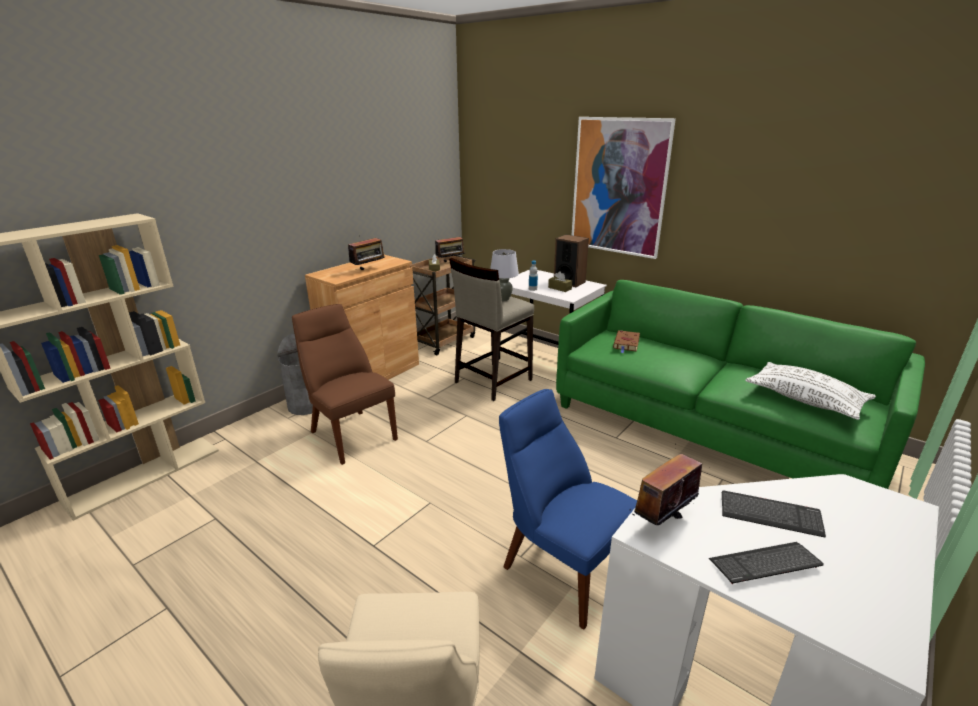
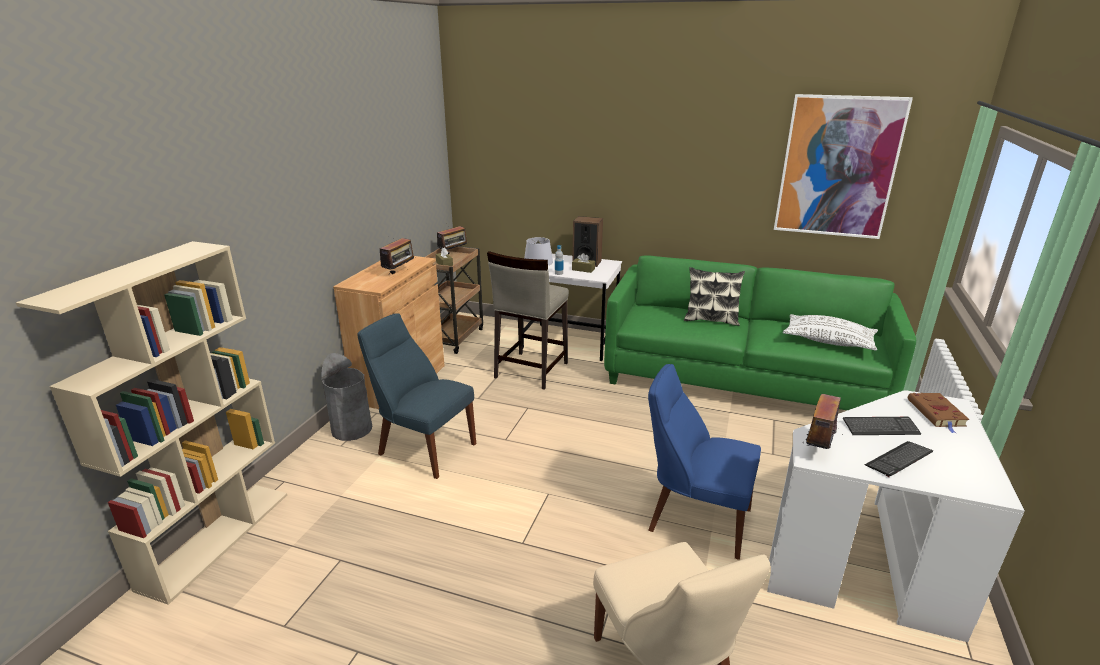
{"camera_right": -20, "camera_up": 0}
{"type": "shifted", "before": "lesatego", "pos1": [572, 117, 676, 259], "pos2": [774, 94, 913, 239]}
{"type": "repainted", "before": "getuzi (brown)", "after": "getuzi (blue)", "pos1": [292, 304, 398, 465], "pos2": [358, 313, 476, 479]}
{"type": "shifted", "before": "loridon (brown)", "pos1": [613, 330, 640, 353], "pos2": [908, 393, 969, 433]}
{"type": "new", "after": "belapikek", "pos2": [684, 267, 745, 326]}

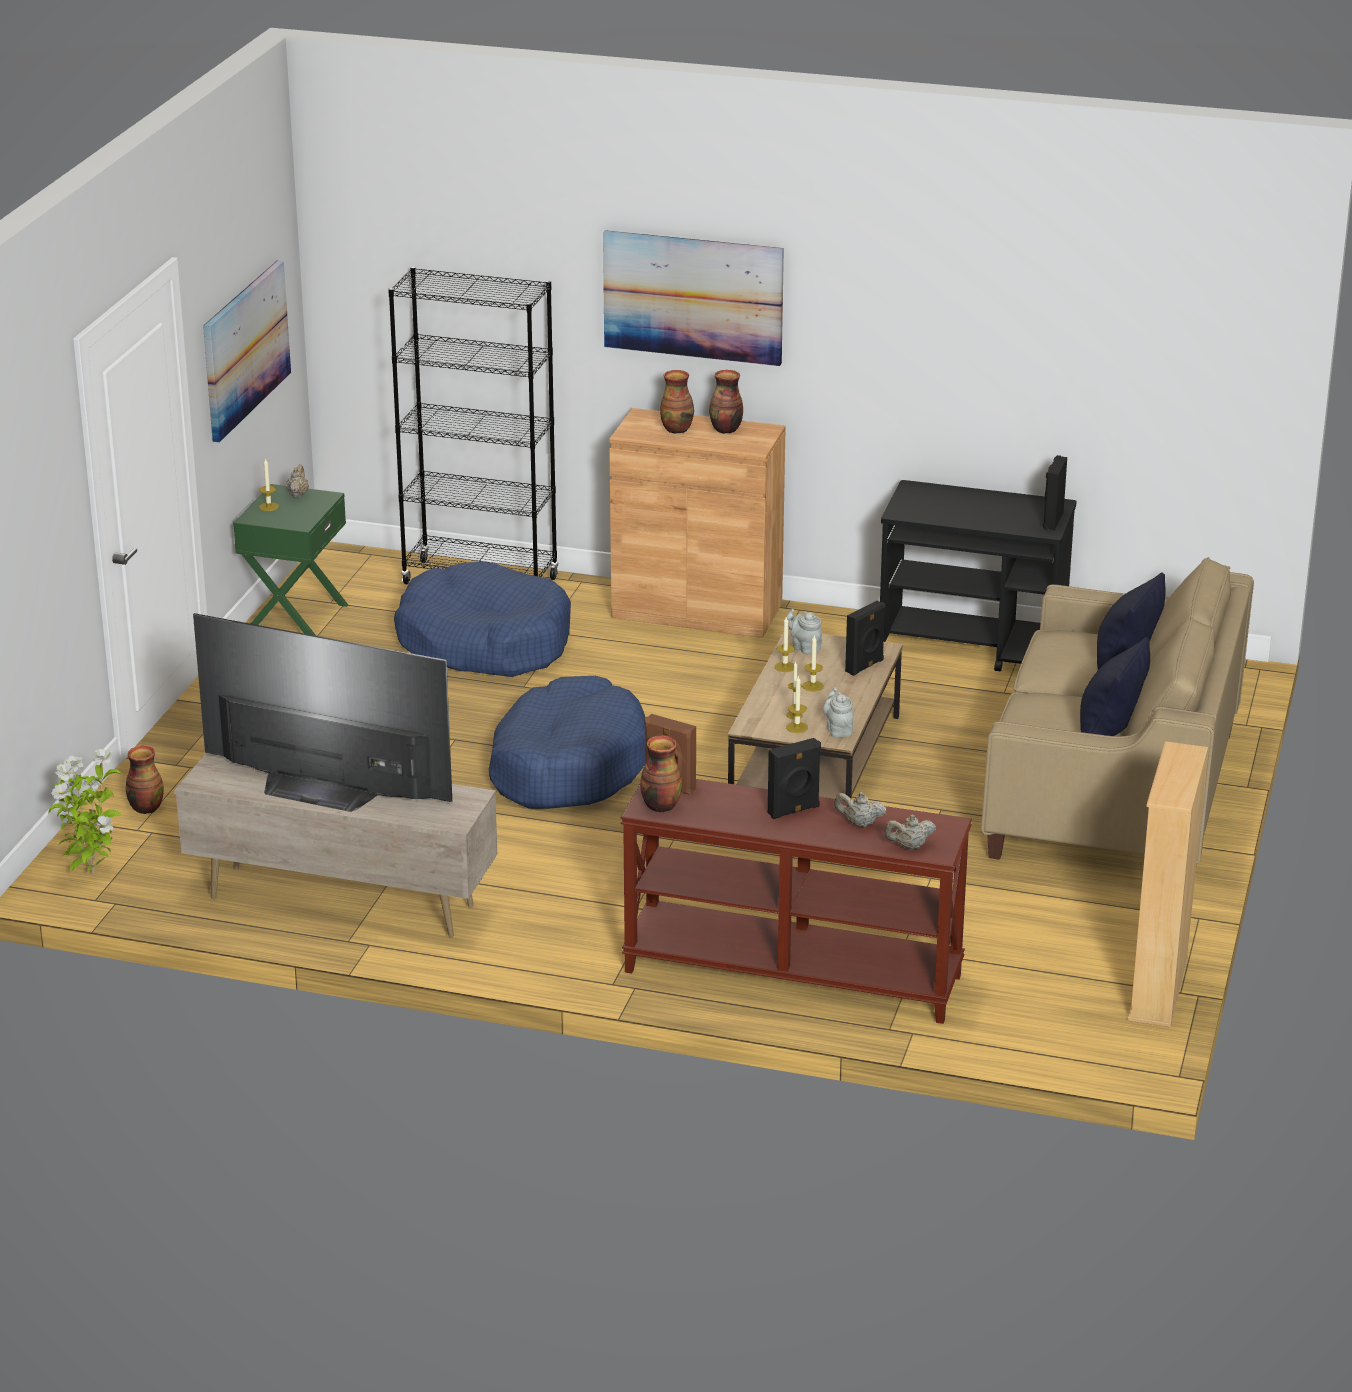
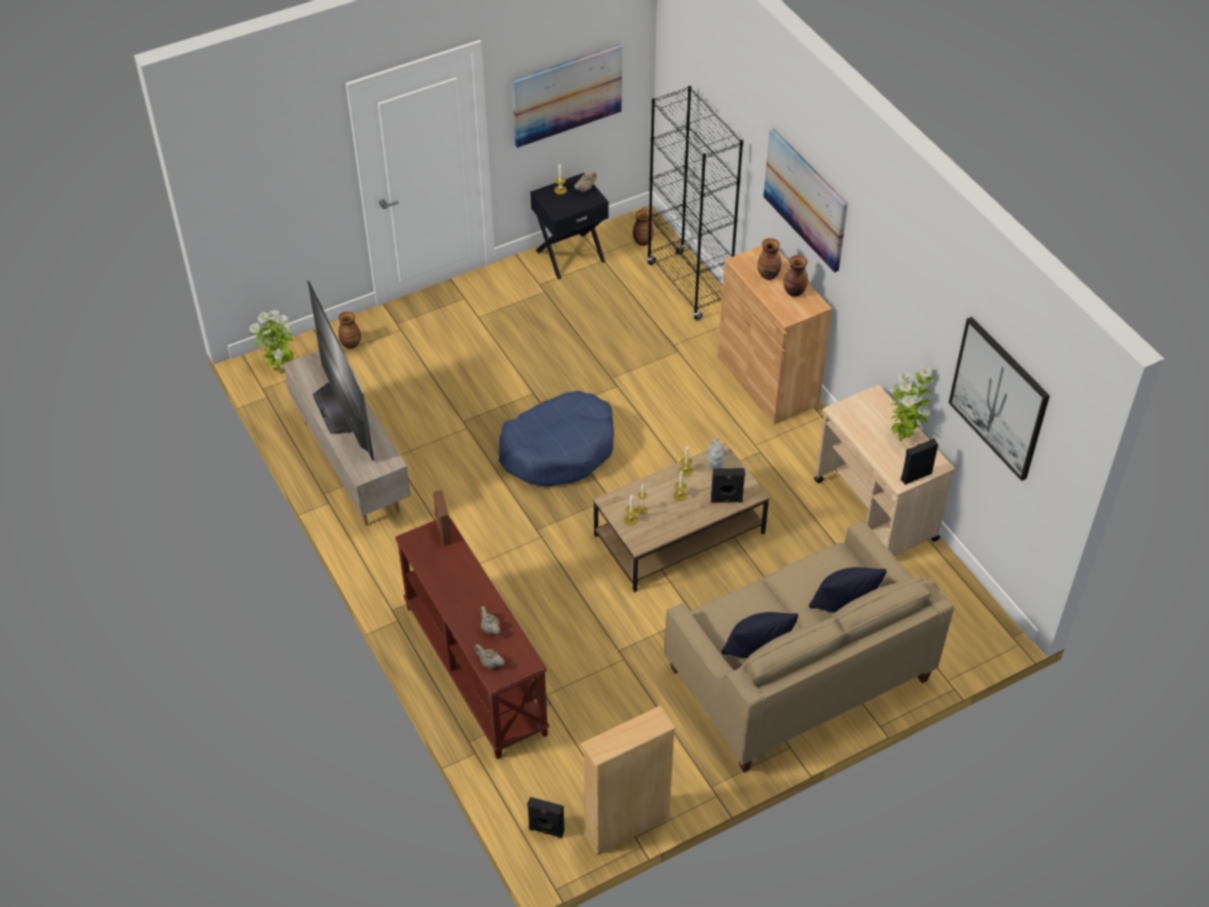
{"camera_right": 45, "camera_up": 20}
{"type": "repainted", "before": "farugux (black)", "after": "farugux (beige)", "pos1": [880, 480, 1077, 672], "pos2": [814, 385, 955, 556]}
{"type": "repainted", "before": "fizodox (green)", "after": "fizodox (black)", "pos1": [233, 484, 348, 636], "pos2": [530, 173, 609, 279]}
{"type": "gone", "before": "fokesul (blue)", "pos1": [394, 561, 571, 677]}
{"type": "gone", "before": "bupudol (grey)", "pos1": [823, 687, 854, 737]}
{"type": "shifted", "before": "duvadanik", "pos1": [640, 736, 682, 812], "pos2": [633, 209, 654, 246]}
{"type": "shifted", "before": "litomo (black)", "pos1": [768, 738, 821, 819], "pos2": [527, 797, 564, 838]}
{"type": "new", "after": "lesatego", "pos2": [949, 317, 1050, 481]}
{"type": "new", "after": "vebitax", "pos2": [889, 366, 936, 442]}

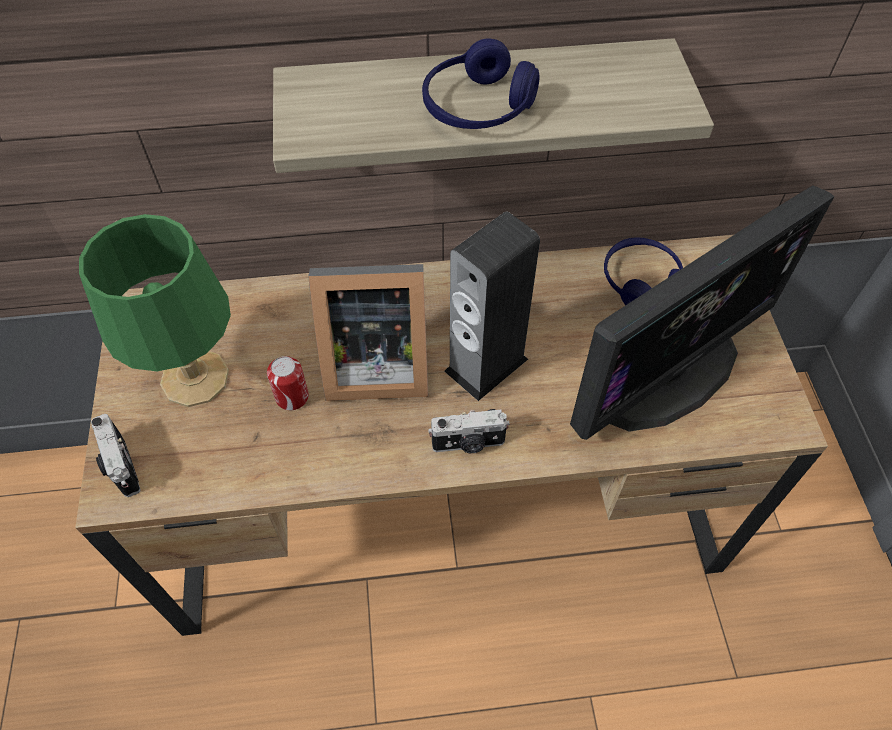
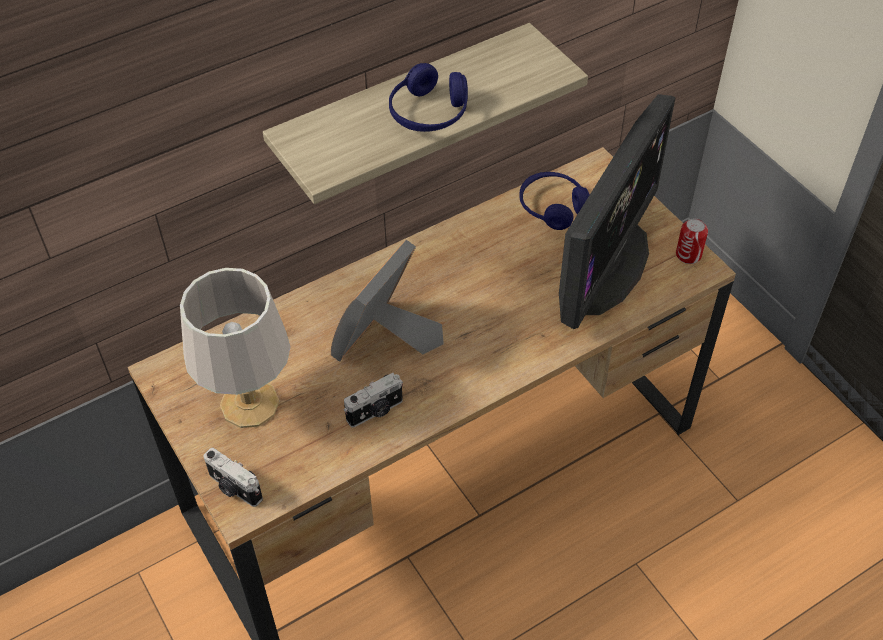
{"camera_right": -25, "camera_up": -5}
{"type": "gone", "before": "litomo", "pos1": [444, 211, 540, 401]}
{"type": "repainted", "before": "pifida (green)", "after": "pifida (grey)", "pos1": [79, 214, 231, 407], "pos2": [180, 268, 291, 428]}
{"type": "rotated", "before": "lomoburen", "pos1": [308, 264, 428, 401], "pos2": [331, 240, 444, 362], "turn": 150}
{"type": "shifted", "before": "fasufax", "pos1": [267, 356, 309, 410], "pos2": [676, 218, 708, 264]}
{"type": "shifted", "before": "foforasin", "pos1": [428, 409, 510, 453], "pos2": [344, 373, 403, 427]}

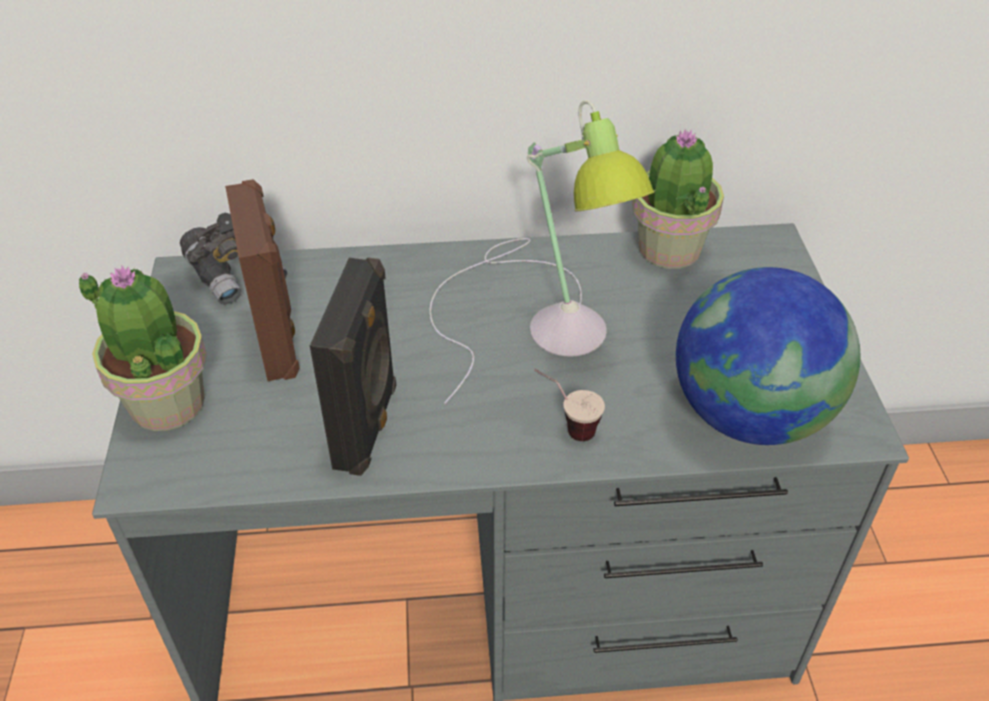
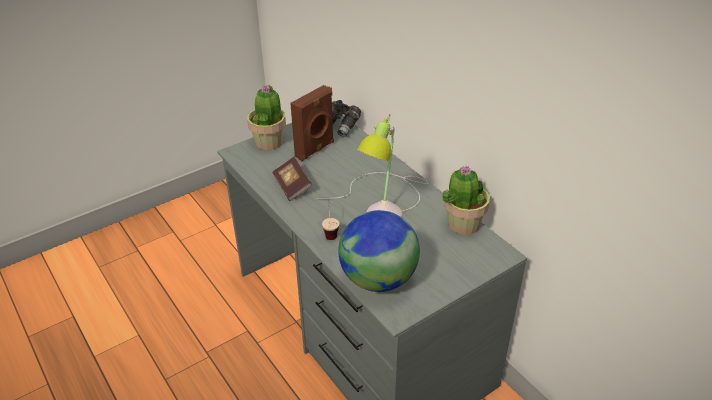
{"camera_right": 60, "camera_up": -5}
{"type": "swapped", "before": "litomo (black)", "after": "loridon", "pos1": [310, 257, 396, 476], "pos2": [272, 157, 312, 201]}

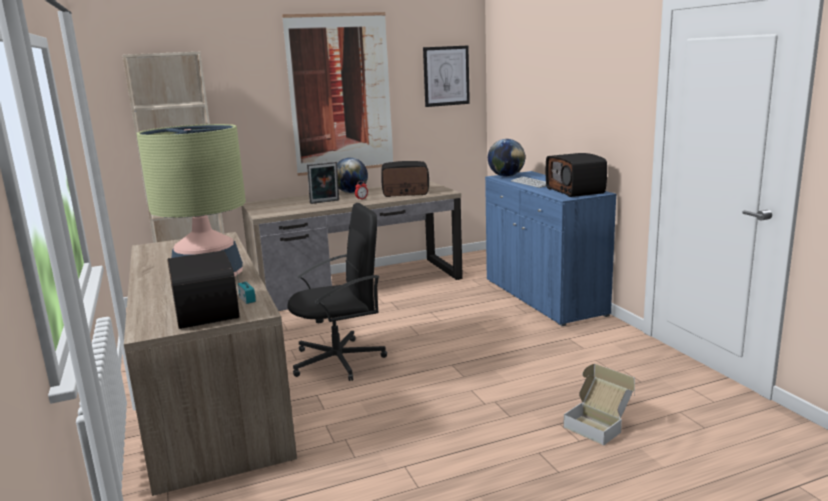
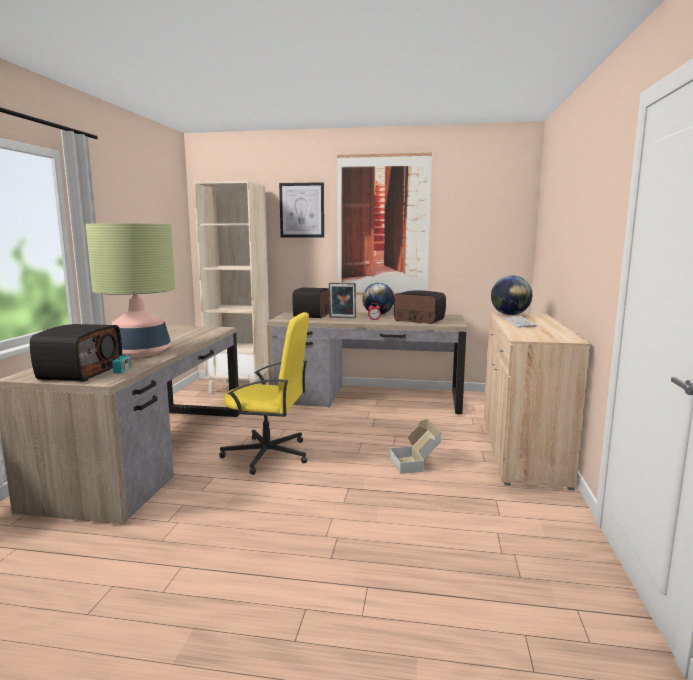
{"camera_right": 30, "camera_up": -5}
{"type": "shifted", "before": "lesatego", "pos1": [423, 46, 470, 107], "pos2": [279, 182, 324, 238]}
{"type": "shifted", "before": "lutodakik", "pos1": [546, 153, 607, 197], "pos2": [293, 288, 329, 318]}
{"type": "repainted", "before": "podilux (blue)", "after": "podilux (beige)", "pos1": [485, 171, 617, 326], "pos2": [484, 313, 590, 490]}
{"type": "repainted", "before": "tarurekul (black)", "after": "tarurekul (yellow)", "pos1": [287, 203, 387, 381], "pos2": [219, 312, 309, 475]}
{"type": "shifted", "before": "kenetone", "pos1": [563, 364, 635, 445], "pos2": [390, 419, 441, 474]}

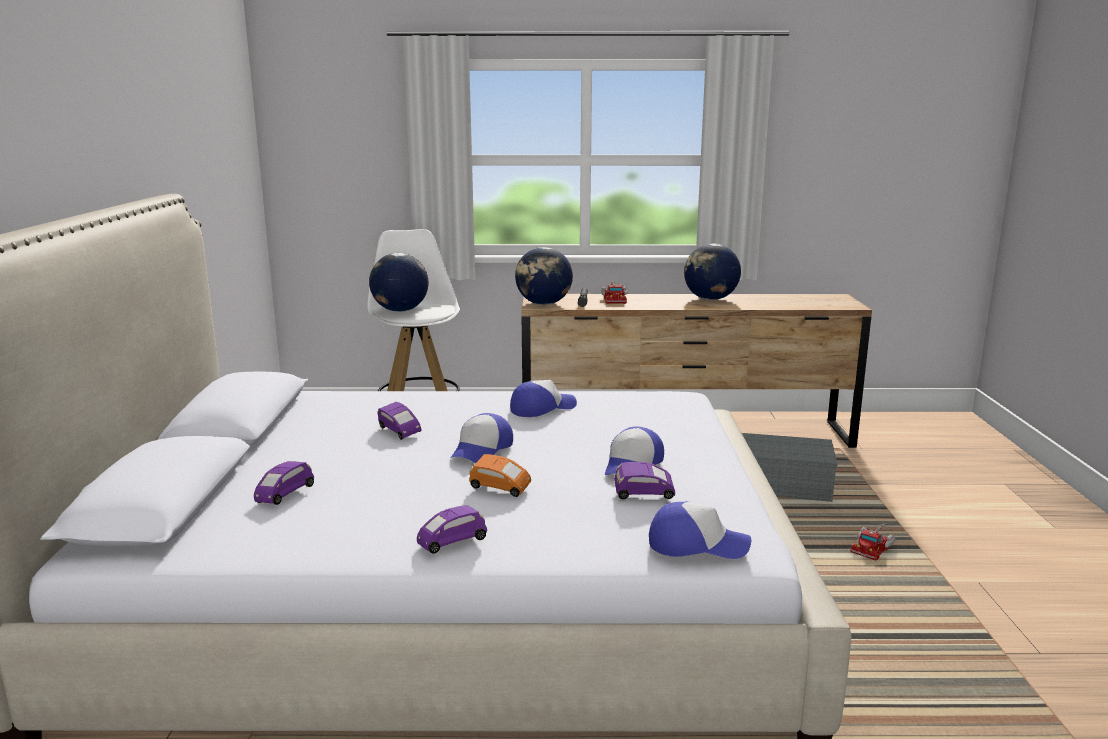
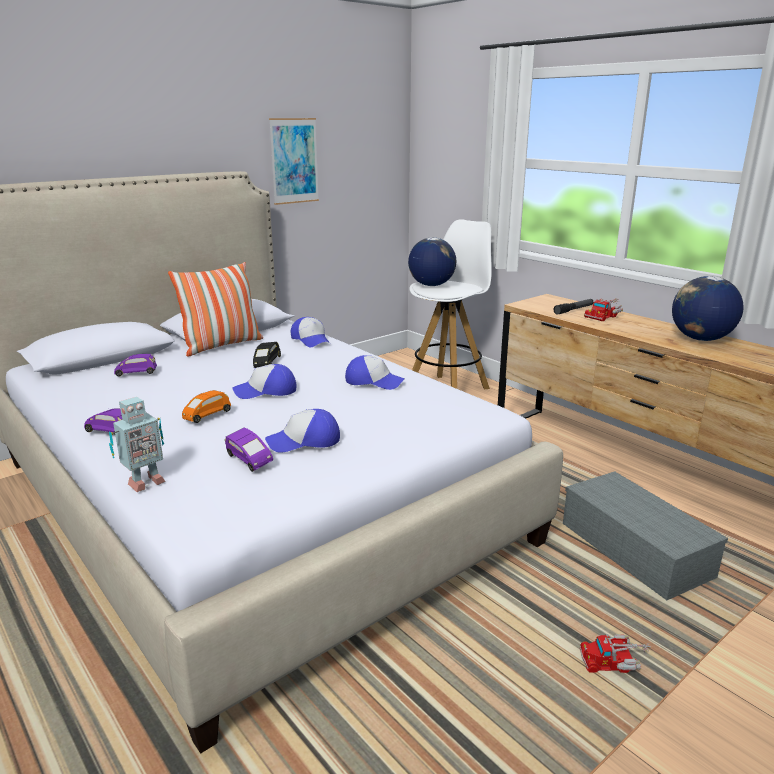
{"camera_right": 50, "camera_up": 5}
{"type": "gone", "before": "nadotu", "pos1": [515, 247, 573, 305]}
{"type": "repainted", "before": "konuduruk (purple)", "after": "konuduruk (black)", "pos1": [378, 402, 422, 440], "pos2": [253, 342, 281, 368]}
{"type": "rotated", "before": "konuduruk (orange)", "pos1": [469, 454, 531, 497], "pos2": [182, 390, 231, 423], "turn": 60}
{"type": "shifted", "before": "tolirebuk", "pos1": [649, 501, 751, 559], "pos2": [291, 317, 330, 347]}
{"type": "new", "after": "lesatego", "pos2": [269, 118, 319, 205]}
{"type": "new", "after": "belapikek", "pos2": [168, 262, 263, 357]}
{"type": "new", "after": "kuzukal", "pos2": [109, 397, 166, 492]}

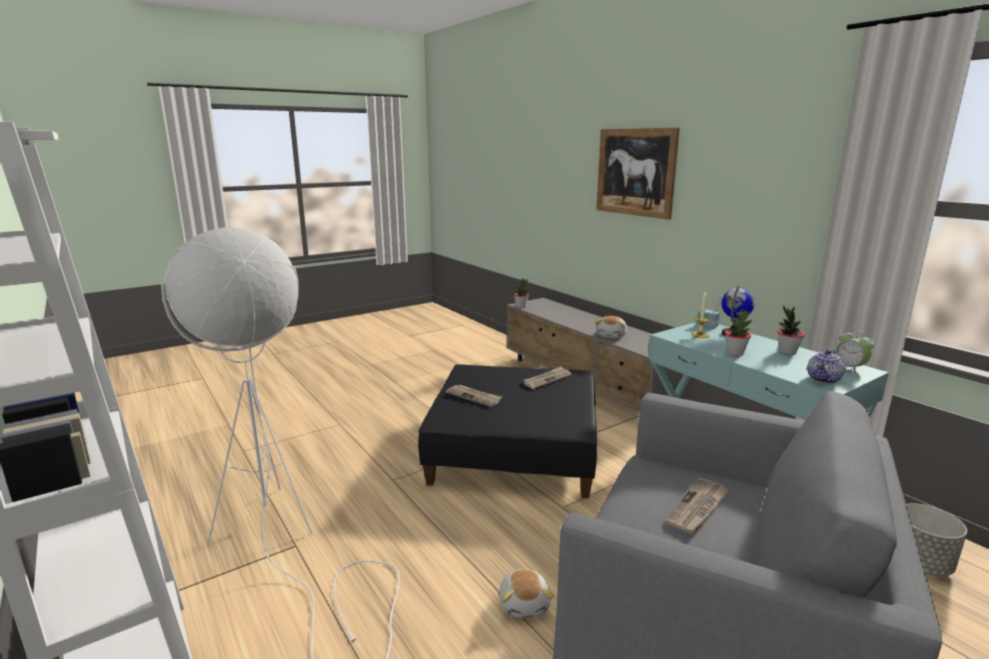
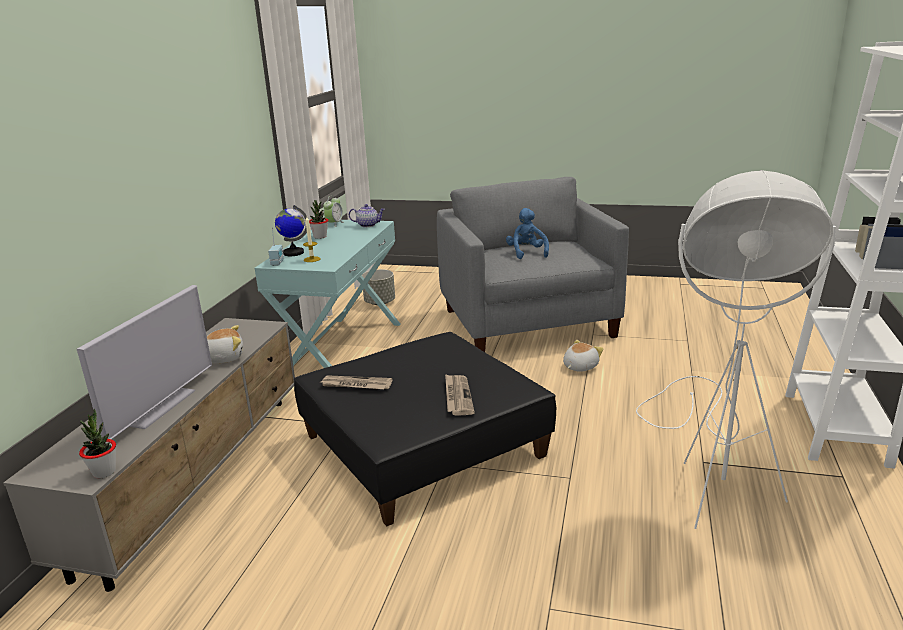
{"camera_right": -130, "camera_up": 5}
{"type": "gone", "before": "lesatego", "pos1": [596, 128, 680, 220]}
{"type": "gone", "before": "vebitax", "pos1": [725, 309, 752, 356]}
{"type": "swapped", "before": "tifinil", "after": "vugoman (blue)", "pos1": [665, 478, 729, 534], "pos2": [506, 208, 549, 259]}
{"type": "new", "after": "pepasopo", "pos2": [77, 285, 212, 439]}

